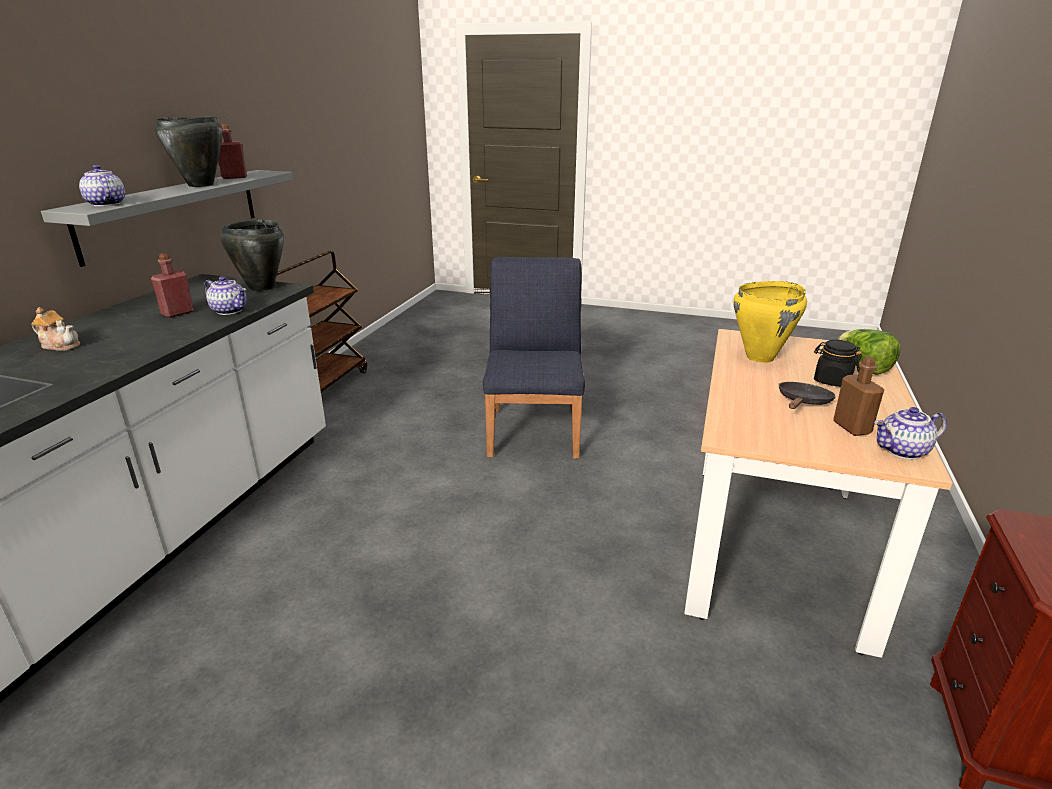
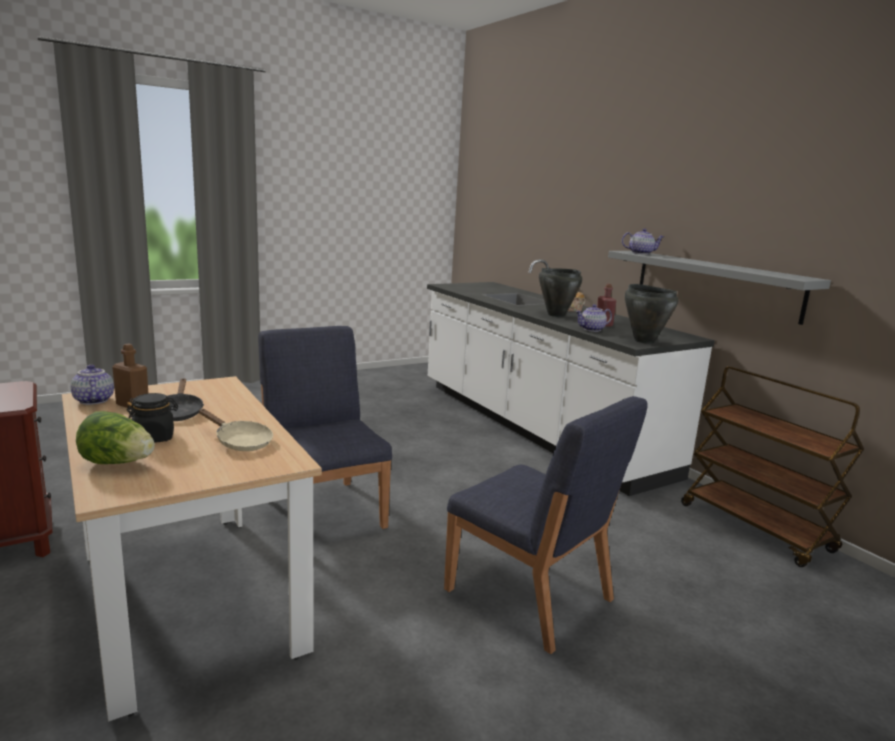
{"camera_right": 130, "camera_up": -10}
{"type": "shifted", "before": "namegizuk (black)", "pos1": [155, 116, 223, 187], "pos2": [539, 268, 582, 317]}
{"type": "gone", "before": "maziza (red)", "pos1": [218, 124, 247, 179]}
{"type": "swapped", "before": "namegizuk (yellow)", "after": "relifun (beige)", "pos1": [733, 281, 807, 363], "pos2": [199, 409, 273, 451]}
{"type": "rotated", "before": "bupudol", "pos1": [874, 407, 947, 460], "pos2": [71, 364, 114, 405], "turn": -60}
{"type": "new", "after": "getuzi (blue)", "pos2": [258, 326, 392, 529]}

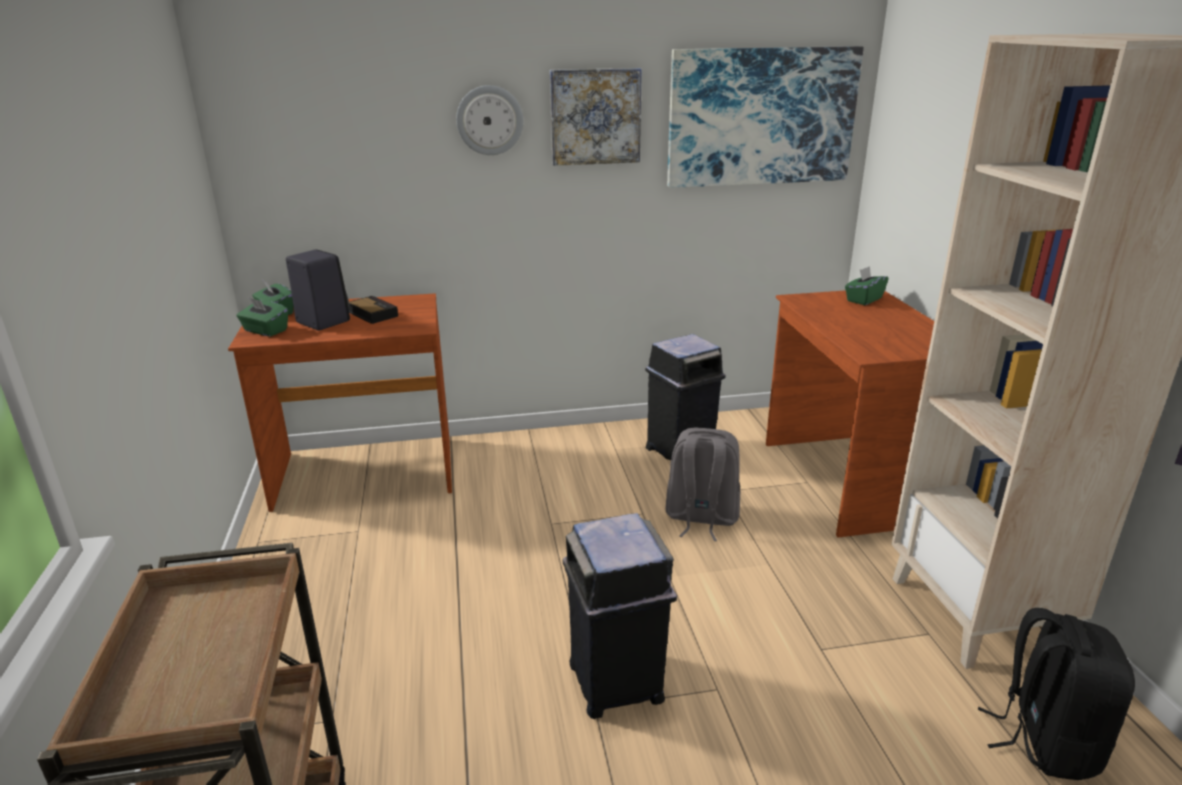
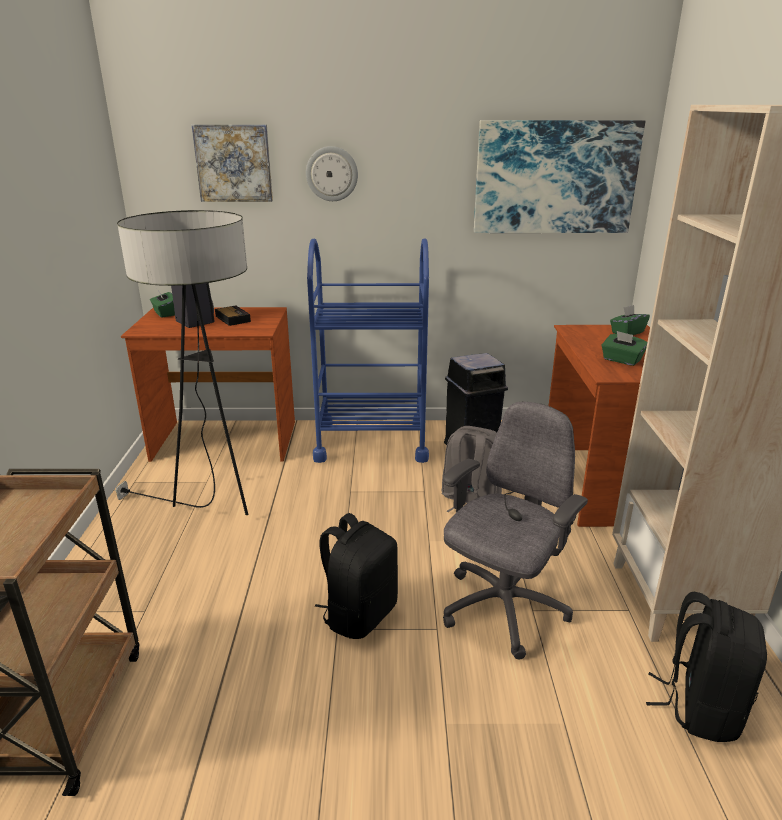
{"camera_right": 10, "camera_up": 0}
{"type": "shifted", "before": "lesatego", "pos1": [550, 68, 642, 166], "pos2": [192, 125, 273, 202]}
{"type": "shifted", "before": "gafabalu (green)", "pos1": [236, 298, 288, 337], "pos2": [601, 331, 647, 366]}
{"type": "swapped", "before": "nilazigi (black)", "after": "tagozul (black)", "pos1": [563, 513, 677, 719], "pos2": [315, 513, 398, 639]}
{"type": "new", "after": "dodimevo", "pos2": [114, 210, 248, 515]}
{"type": "new", "after": "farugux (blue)", "pos2": [307, 238, 429, 463]}
{"type": "new", "after": "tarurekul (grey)", "pos2": [443, 402, 588, 659]}

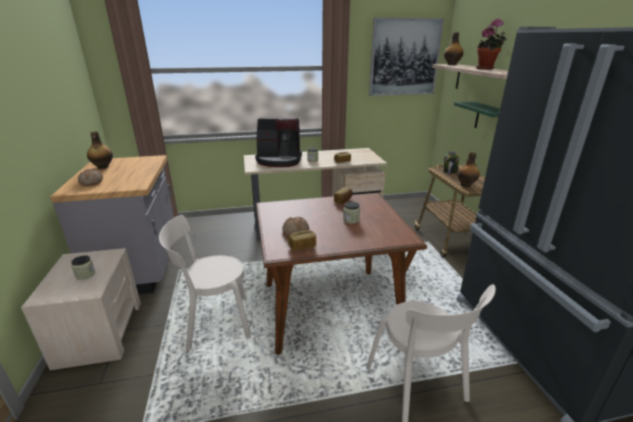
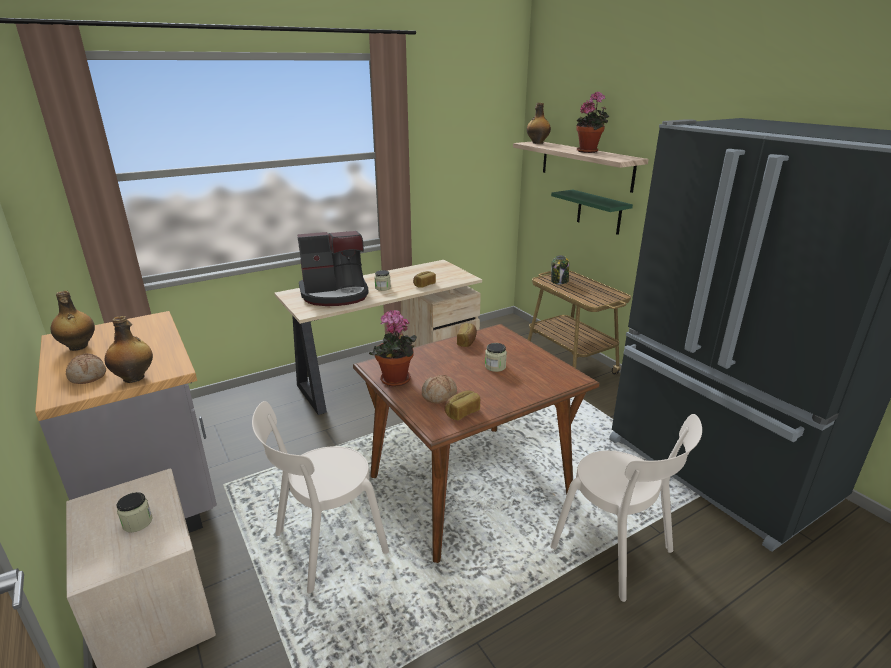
{"camera_right": -20, "camera_up": 0}
{"type": "gone", "before": "lesatego", "pos1": [369, 18, 444, 96]}
{"type": "shifted", "before": "maziza", "pos1": [457, 152, 480, 187], "pos2": [105, 316, 153, 383]}
{"type": "new", "after": "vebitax", "pos2": [369, 310, 417, 386]}

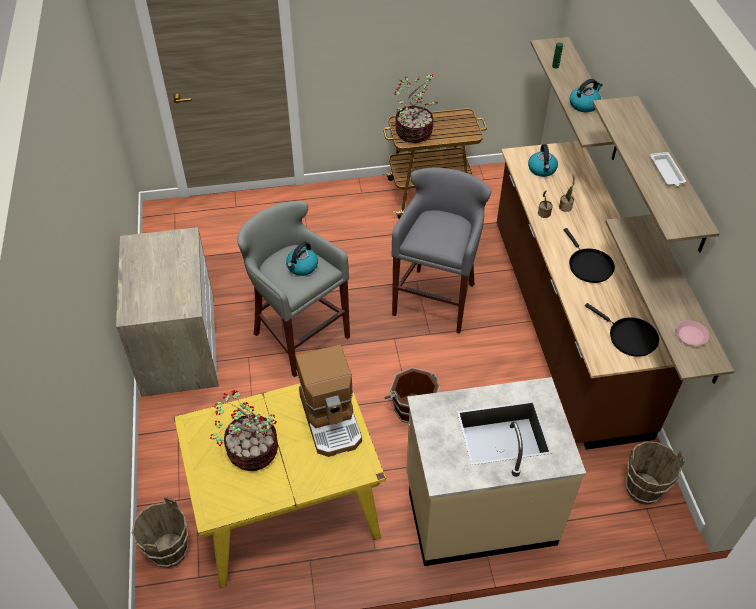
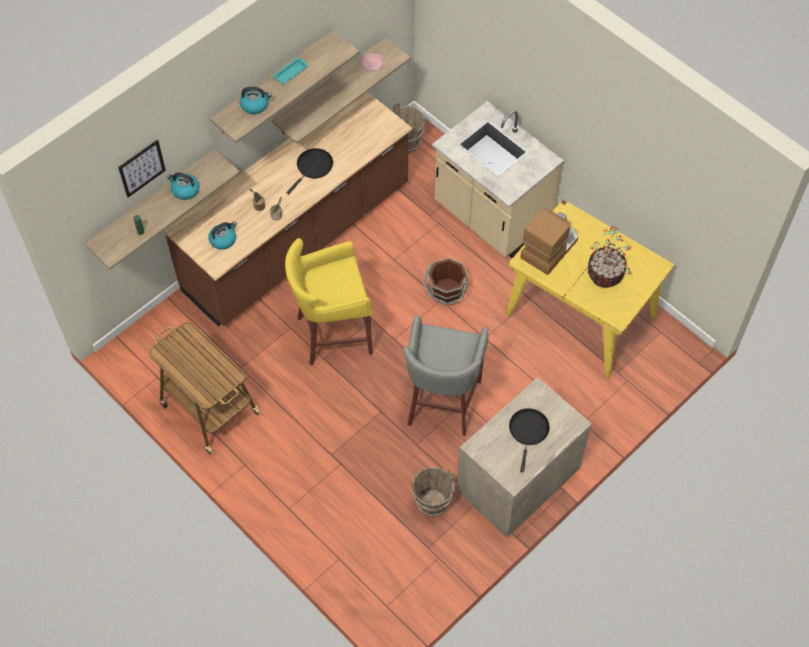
{"camera_right": -125, "camera_up": 10}
{"type": "gone", "before": "vebitax", "pos1": [394, 74, 438, 143]}
{"type": "repainted", "before": "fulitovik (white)", "after": "fulitovik (turquoise)", "pos1": [650, 152, 686, 186], "pos2": [273, 57, 308, 84]}
{"type": "repainted", "before": "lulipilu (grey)", "after": "lulipilu (yellow)", "pos1": [391, 167, 491, 334], "pos2": [285, 238, 373, 365]}
{"type": "shifted", "before": "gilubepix", "pos1": [286, 242, 318, 276], "pos2": [240, 86, 272, 114]}
{"type": "shifted", "before": "relifun (black)", "pos1": [585, 303, 659, 357], "pos2": [509, 408, 550, 472]}
{"type": "shifted", "before": "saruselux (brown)", "pos1": [132, 497, 188, 568], "pos2": [412, 467, 454, 517]}
{"type": "new", "after": "lesatego", "pos2": [118, 140, 166, 197]}

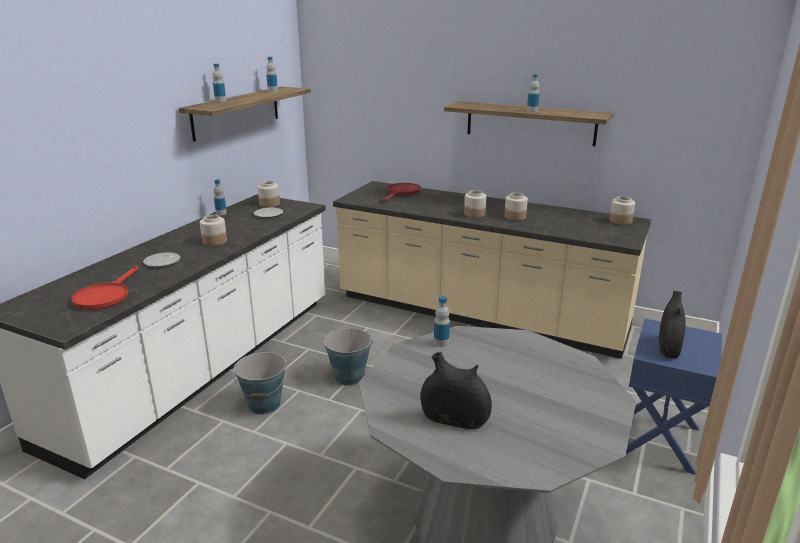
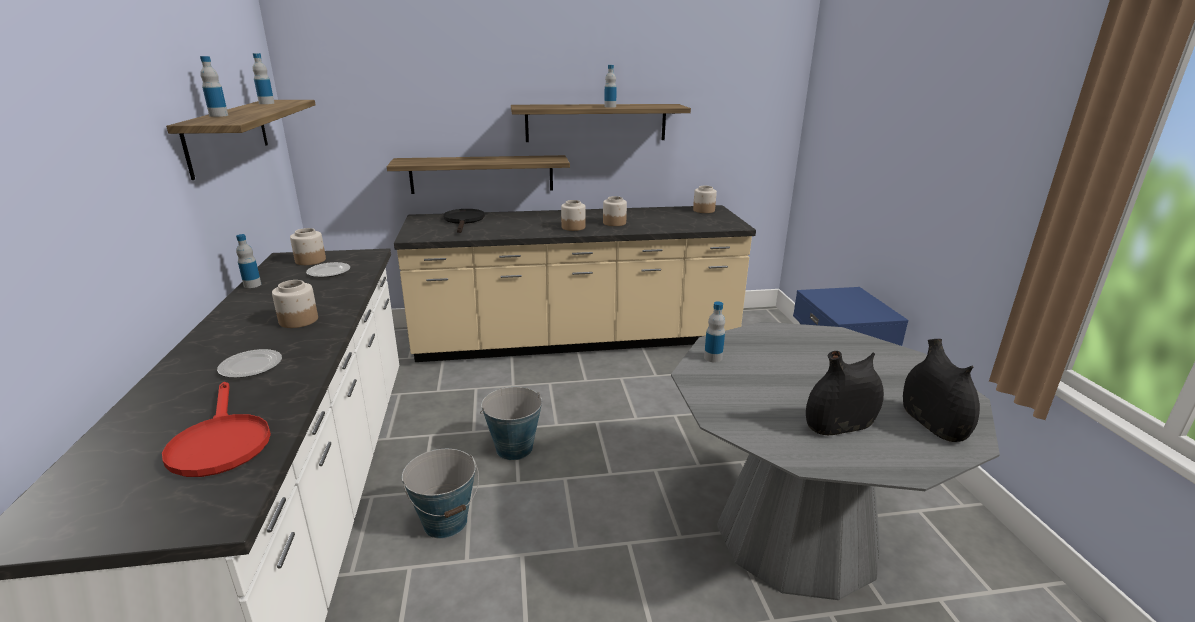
{"camera_right": -35, "camera_up": 0}
{"type": "repainted", "before": "relifun (red)", "after": "relifun (black)", "pos1": [381, 183, 421, 202], "pos2": [443, 209, 485, 233]}
{"type": "shifted", "before": "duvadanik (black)", "pos1": [659, 291, 686, 358], "pos2": [903, 339, 980, 442]}
{"type": "new", "after": "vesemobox", "pos2": [387, 155, 570, 194]}

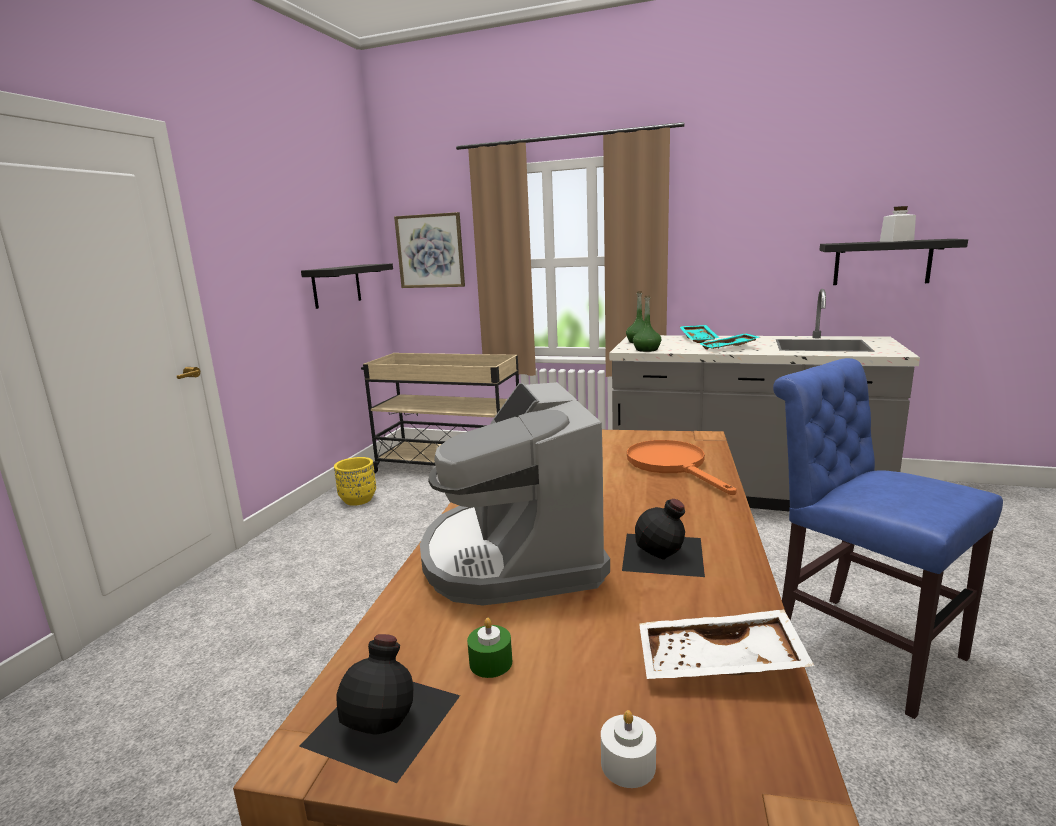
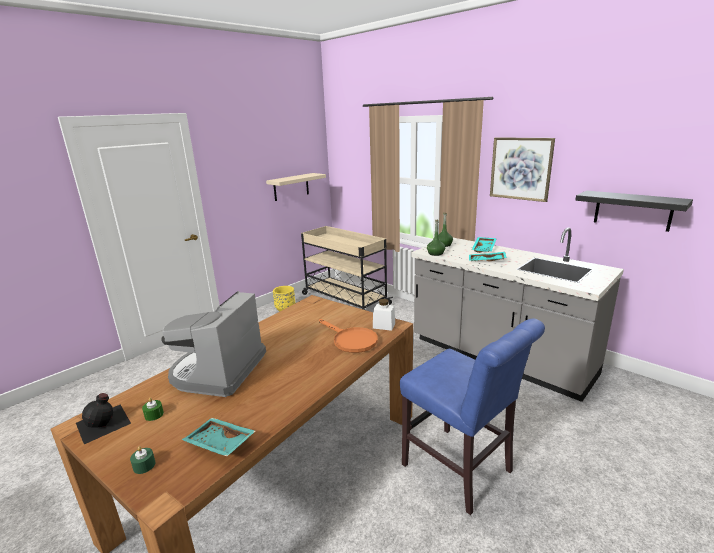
{"camera_right": 25, "camera_up": 5}
{"type": "shifted", "before": "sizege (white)", "pos1": [880, 206, 916, 242], "pos2": [373, 299, 395, 331]}
{"type": "shifted", "before": "lesatego", "pos1": [394, 212, 465, 288], "pos2": [490, 137, 555, 202]}
{"type": "repainted", "before": "vesemobox (black)", "after": "vesemobox (beige)", "pos1": [301, 264, 393, 309], "pos2": [266, 173, 326, 201]}
{"type": "rotated", "before": "getuzi (blue)", "pos1": [773, 358, 1003, 719], "pos2": [400, 319, 545, 515], "turn": 150}
{"type": "rotated", "before": "relifun (orange)", "pos1": [627, 440, 737, 495], "pos2": [319, 319, 378, 353], "turn": 135}
{"type": "gone", "before": "maziza (black)", "pos1": [622, 499, 705, 577]}
{"type": "repainted", "before": "fulitovik (white)", "after": "fulitovik (turquoise)", "pos1": [639, 609, 814, 679], "pos2": [182, 418, 256, 457]}
{"type": "repainted", "before": "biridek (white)", "after": "biridek (green)", "pos1": [601, 710, 656, 788], "pos2": [130, 446, 156, 474]}

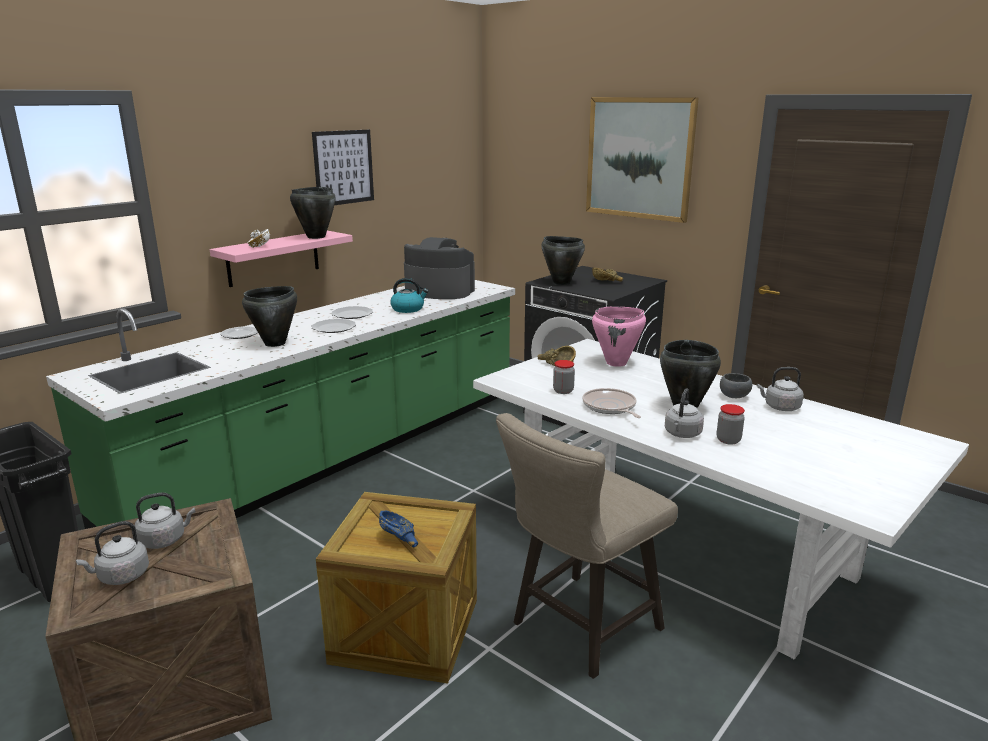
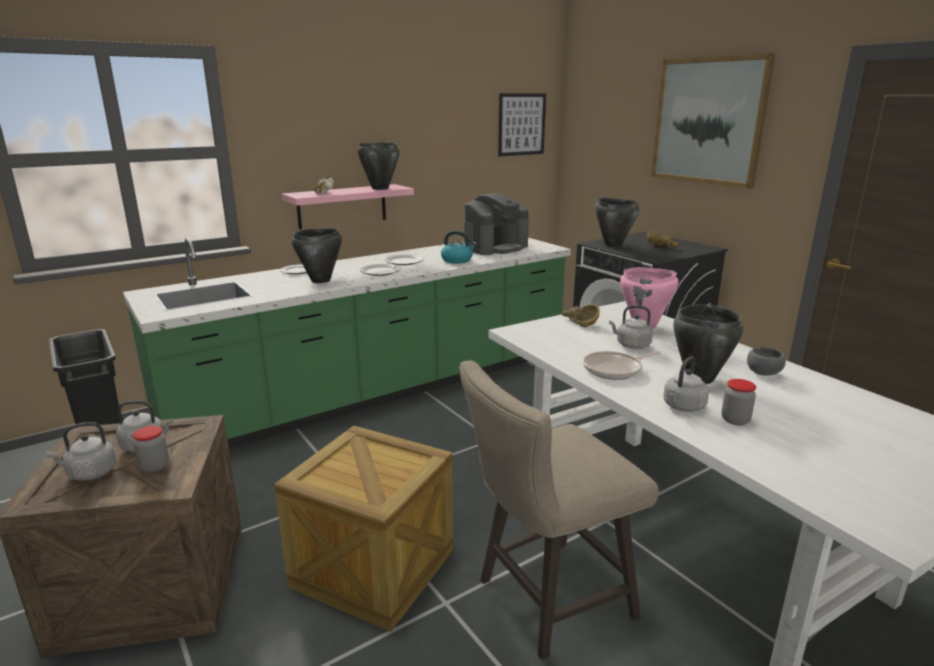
{"camera_right": 15, "camera_up": 0}
{"type": "shifted", "before": "lesatego", "pos1": [312, 130, 374, 205], "pos2": [498, 93, 546, 156]}
{"type": "rotated", "before": "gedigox", "pos1": [404, 237, 475, 299], "pos2": [464, 193, 529, 255], "turn": 105}
{"type": "shifted", "before": "sizege", "pos1": [553, 360, 575, 394], "pos2": [133, 426, 169, 473]}
{"type": "shifted", "before": "gilubepix (grey)", "pos1": [757, 367, 804, 411], "pos2": [609, 305, 653, 349]}
{"type": "rotated", "before": "relifun", "pos1": [582, 388, 641, 418], "pos2": [583, 351, 661, 380], "turn": -105}
{"type": "gone", "before": "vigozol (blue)", "pos1": [379, 510, 418, 548]}

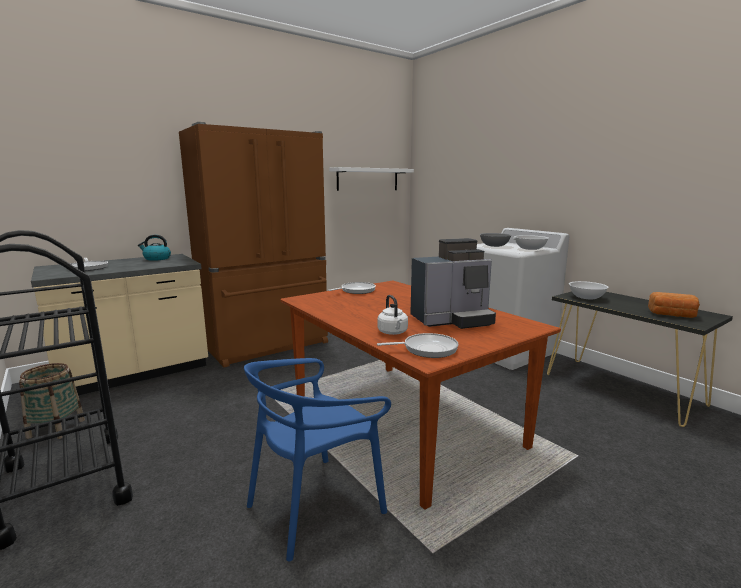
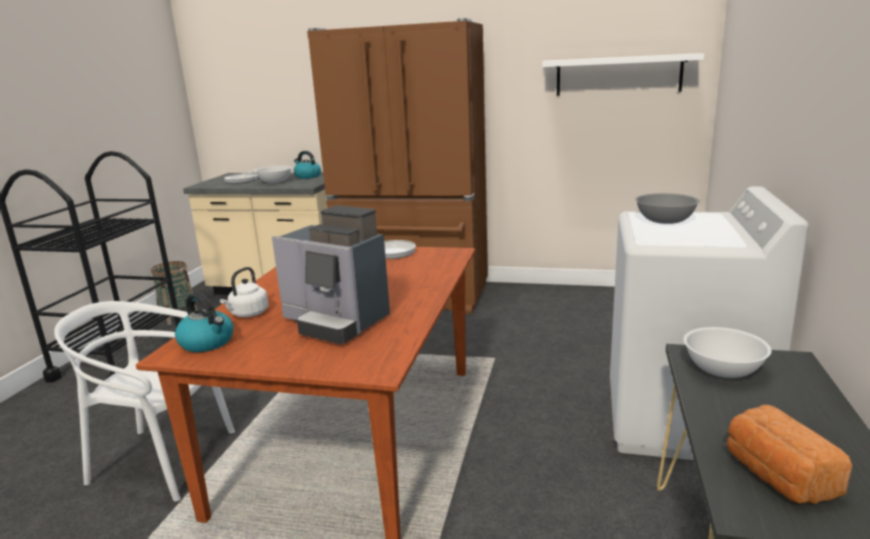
{"camera_right": 50, "camera_up": 5}
{"type": "shifted", "before": "vigozol (white)", "pos1": [514, 235, 549, 250], "pos2": [255, 166, 292, 183]}
{"type": "swapped", "before": "relifun", "after": "gilubepix", "pos1": [377, 333, 459, 358], "pos2": [175, 293, 234, 352]}
{"type": "repainted", "before": "getuzi (blue)", "after": "getuzi (white)", "pos1": [244, 358, 391, 561], "pos2": [54, 301, 235, 502]}

